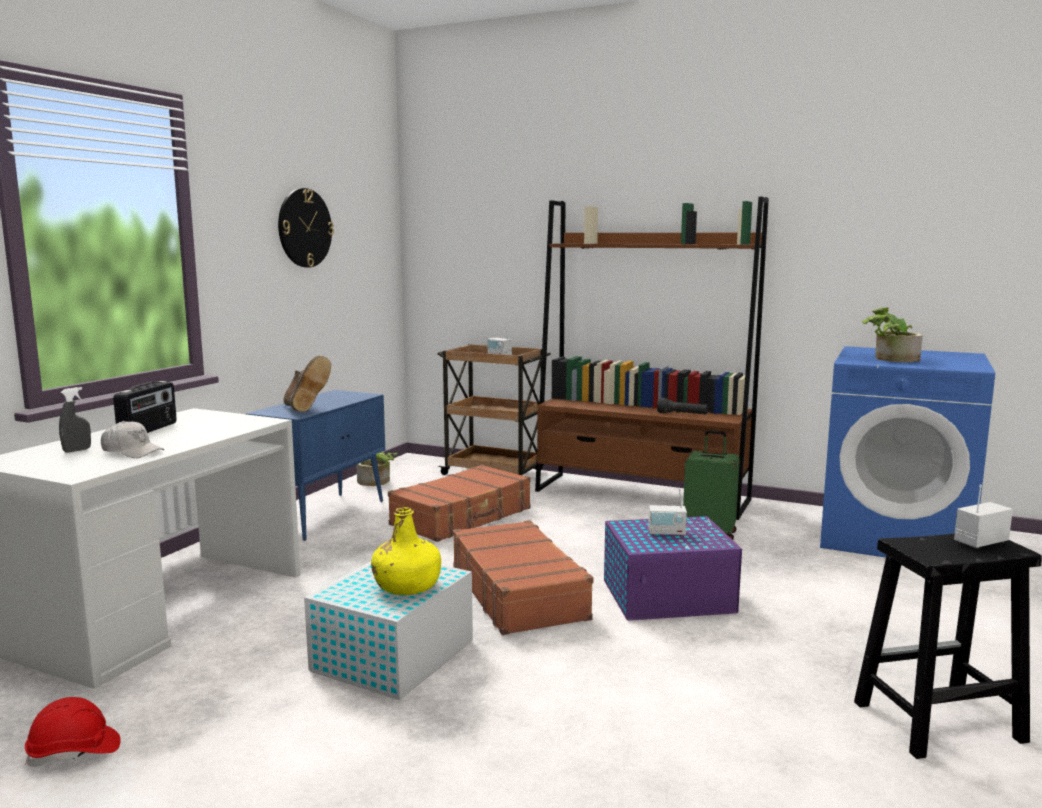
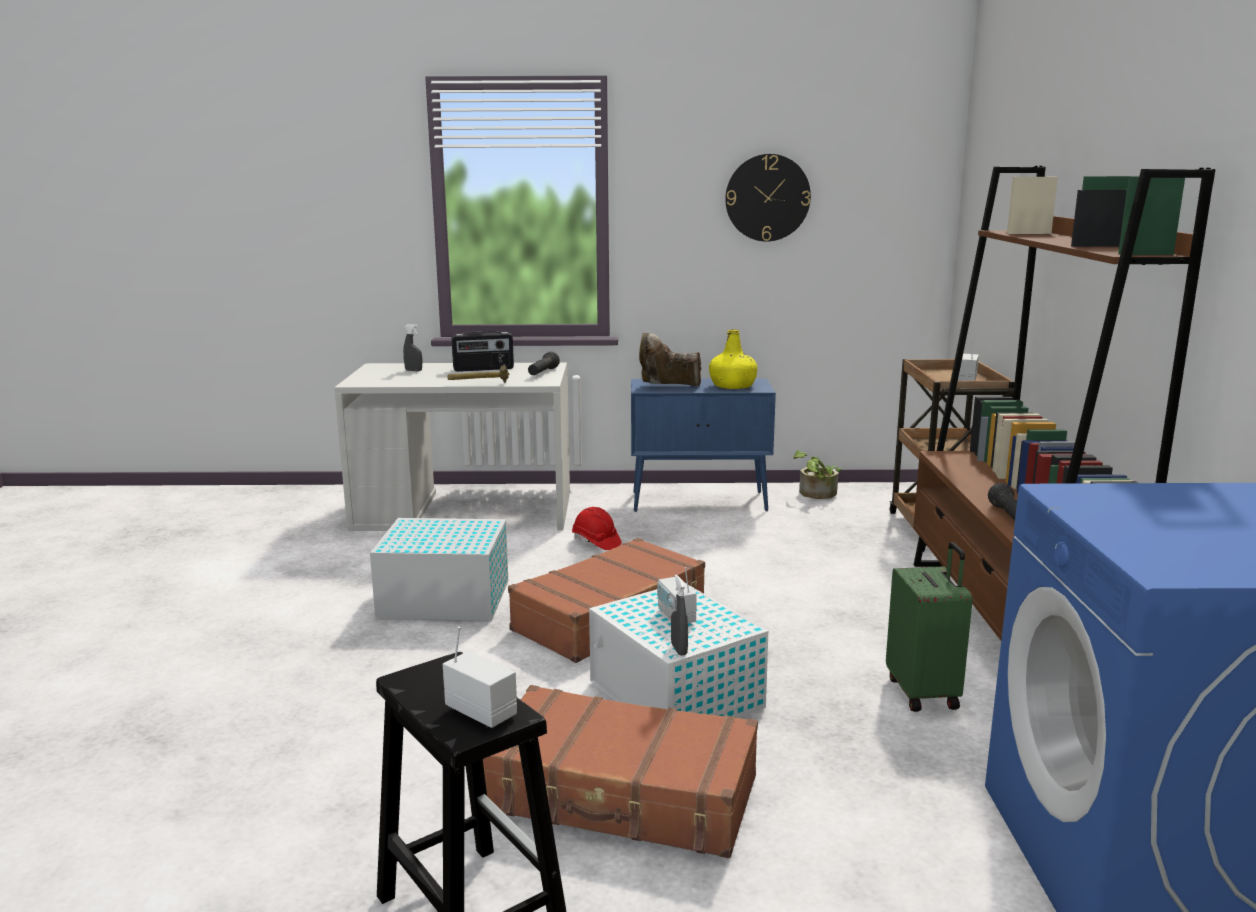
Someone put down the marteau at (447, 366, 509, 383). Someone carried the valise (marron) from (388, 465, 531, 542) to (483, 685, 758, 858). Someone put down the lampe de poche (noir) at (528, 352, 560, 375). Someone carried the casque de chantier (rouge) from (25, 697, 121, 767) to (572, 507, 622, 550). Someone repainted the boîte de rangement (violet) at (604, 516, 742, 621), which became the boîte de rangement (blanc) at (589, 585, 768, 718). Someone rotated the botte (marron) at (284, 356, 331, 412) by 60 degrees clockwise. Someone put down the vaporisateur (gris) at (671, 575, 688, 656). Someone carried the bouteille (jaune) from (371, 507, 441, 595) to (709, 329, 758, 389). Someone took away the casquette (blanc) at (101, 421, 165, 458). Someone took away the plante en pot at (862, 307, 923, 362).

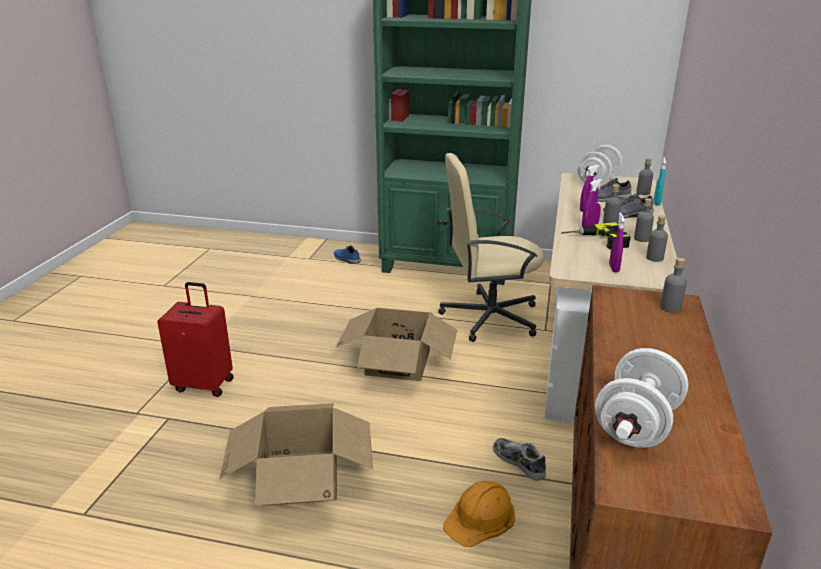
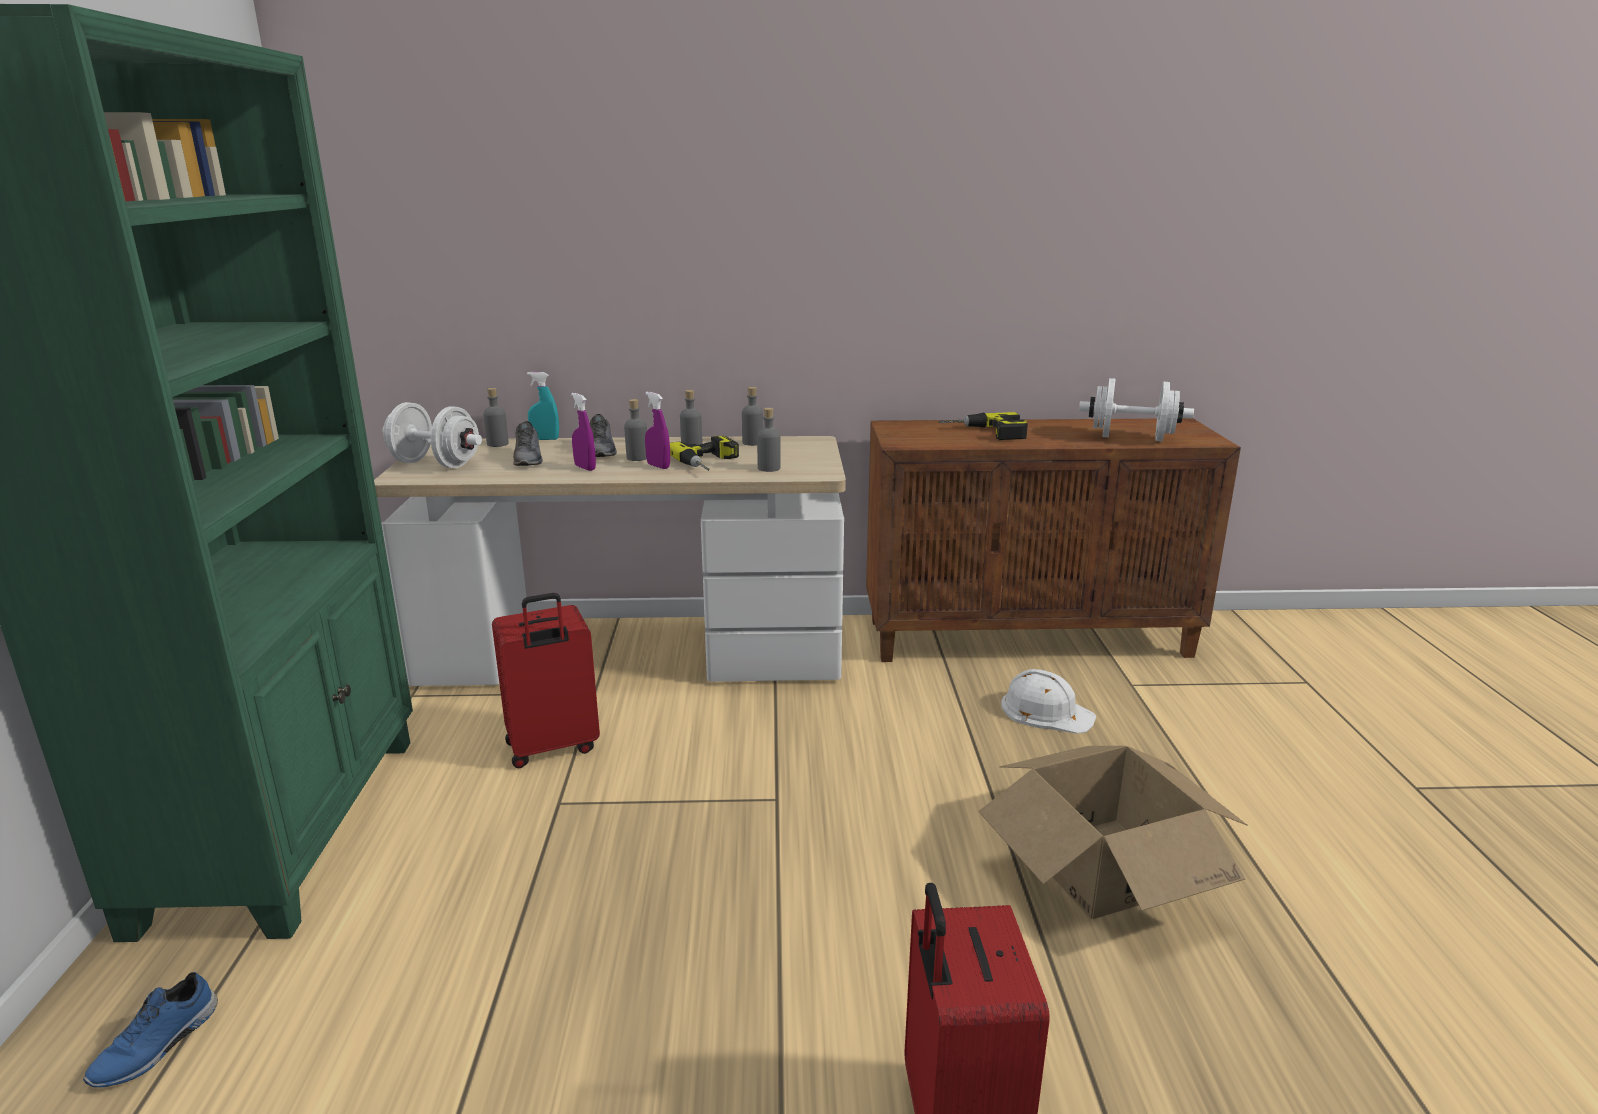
Someone swapped the chaise de bureau (beige) at (438, 153, 544, 342) for the valise (rouge) at (492, 593, 600, 768). Someone carried the bouteille (gris) from (660, 258, 687, 313) to (757, 408, 781, 472). Someone put down the perceuse at (938, 412, 1028, 440). Someone repainted the casque de chantier (orange) at (443, 481, 515, 547), which became the casque de chantier (blanc) at (1001, 669, 1096, 734). Someone took away the carton at (336, 308, 457, 381). Someone took away the chaussure at (493, 438, 546, 481). Someone took away the vaporisateur (violet) at (609, 213, 625, 272).

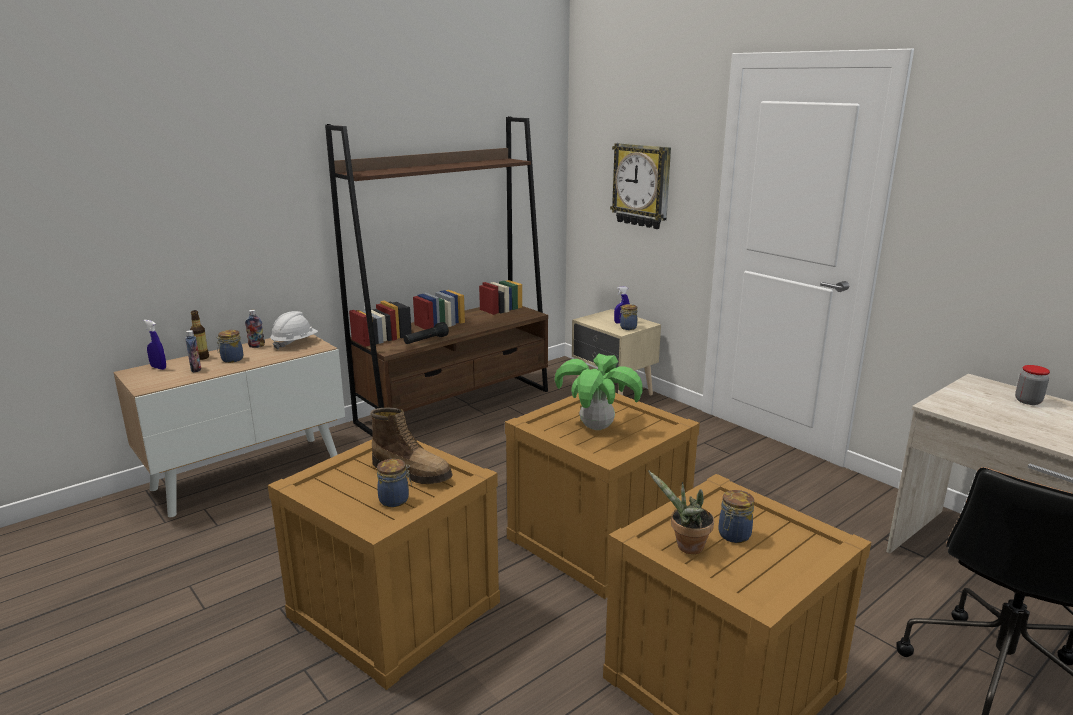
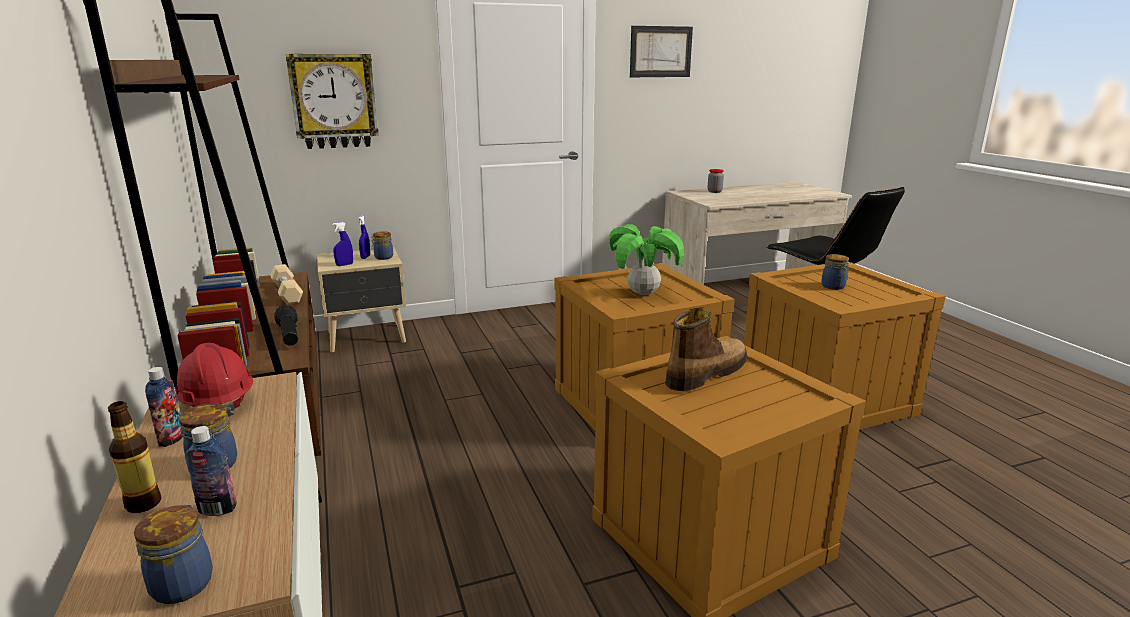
Someone carried the bocal from (377, 459, 412, 507) to (134, 505, 213, 604). Someone repainted the casque de chantier (blanc) at (270, 311, 318, 350), which became the casque de chantier (rouge) at (175, 343, 253, 417). Someone put down the haltère (beige) at (270, 264, 303, 305). Someone carried the vaporisateur (bleu) from (144, 320, 166, 370) to (332, 222, 353, 266). Someone put up the tableau at (630, 26, 693, 77). Someone took away the plante en pot at (648, 470, 714, 554).

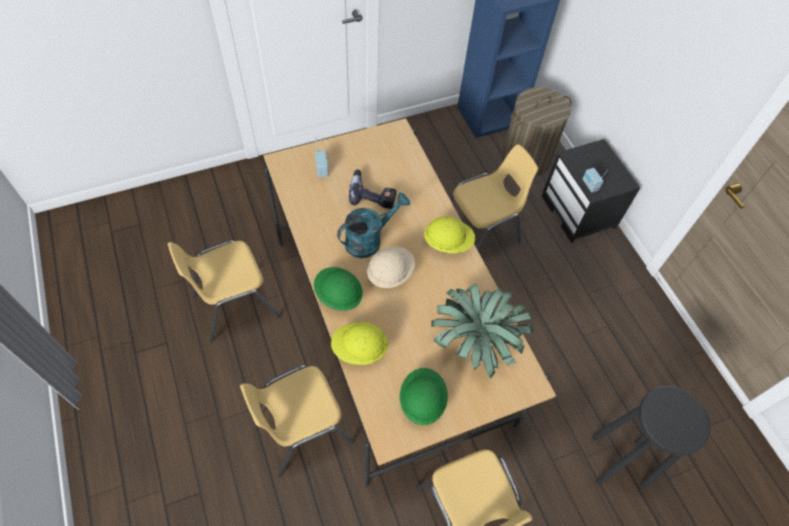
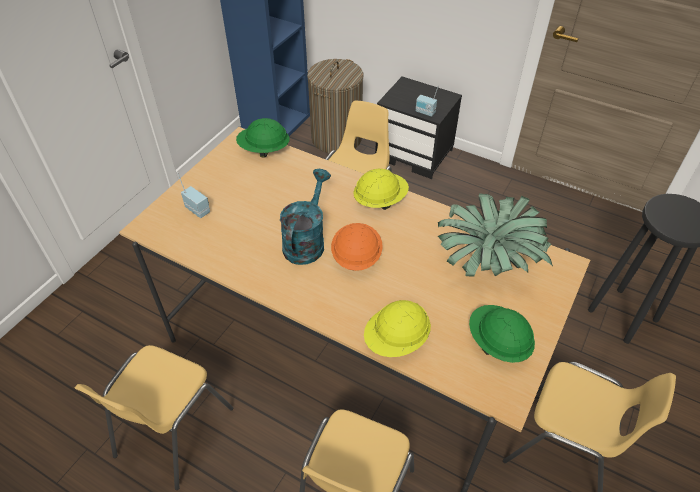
Someone carried the casque de chantier (vert) from (314, 267, 363, 311) to (236, 118, 290, 158). Someone repainted the casque de chantier (beige) at (367, 247, 415, 288), which became the casque de chantier (orange) at (331, 223, 383, 271). Someone took away the perceuse at (349, 169, 396, 209).

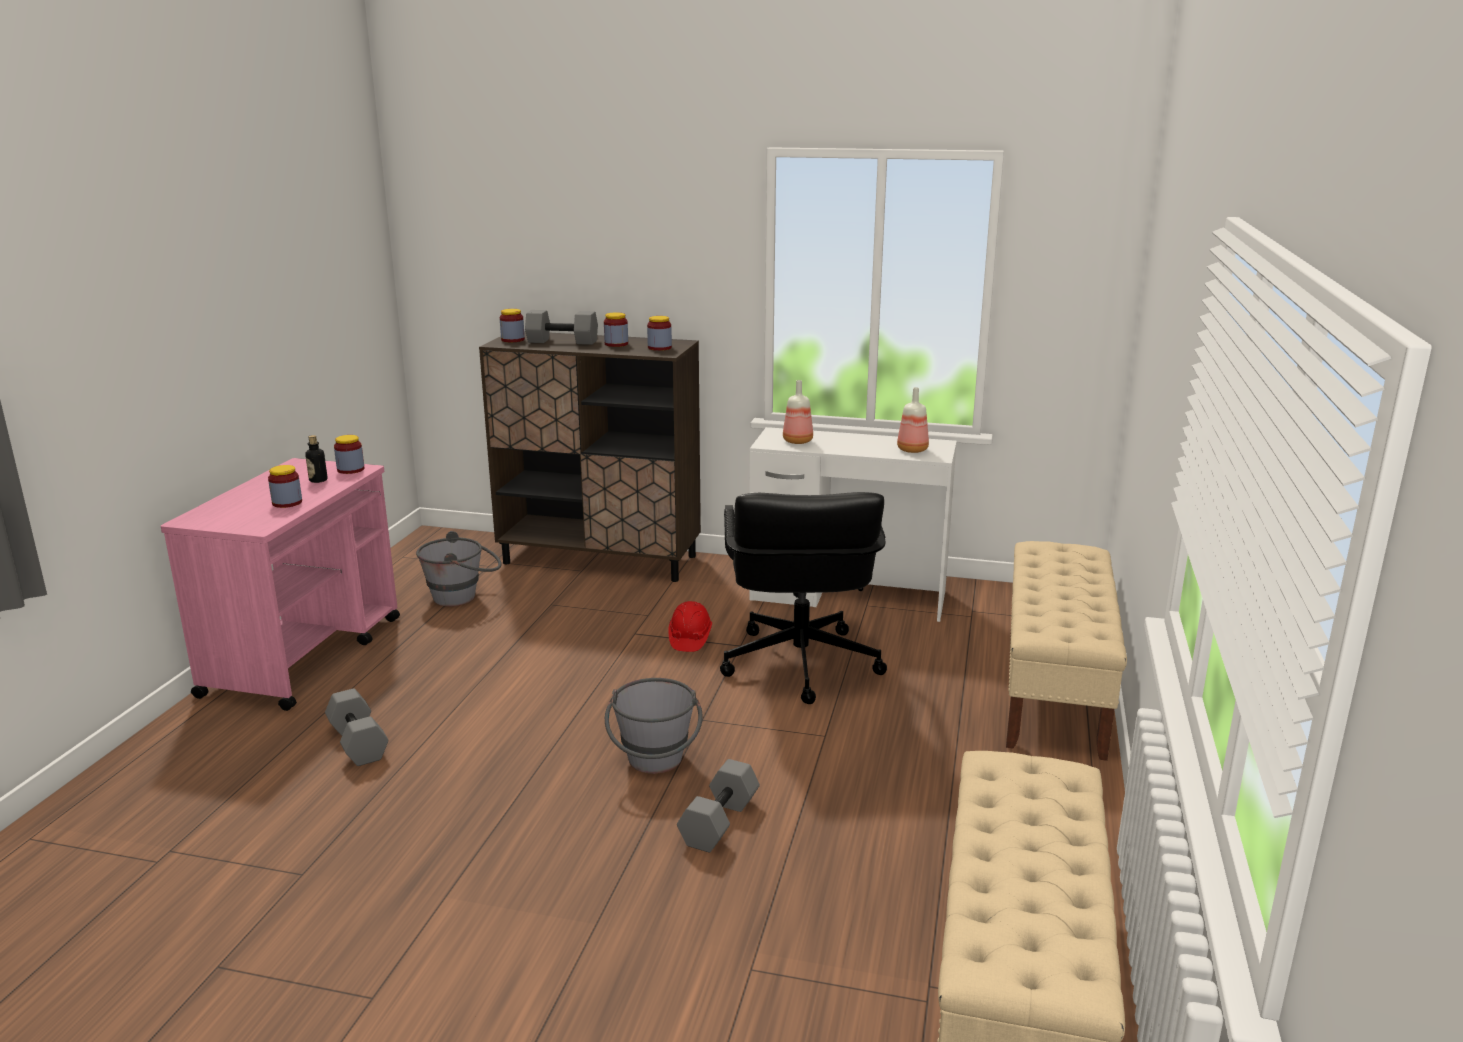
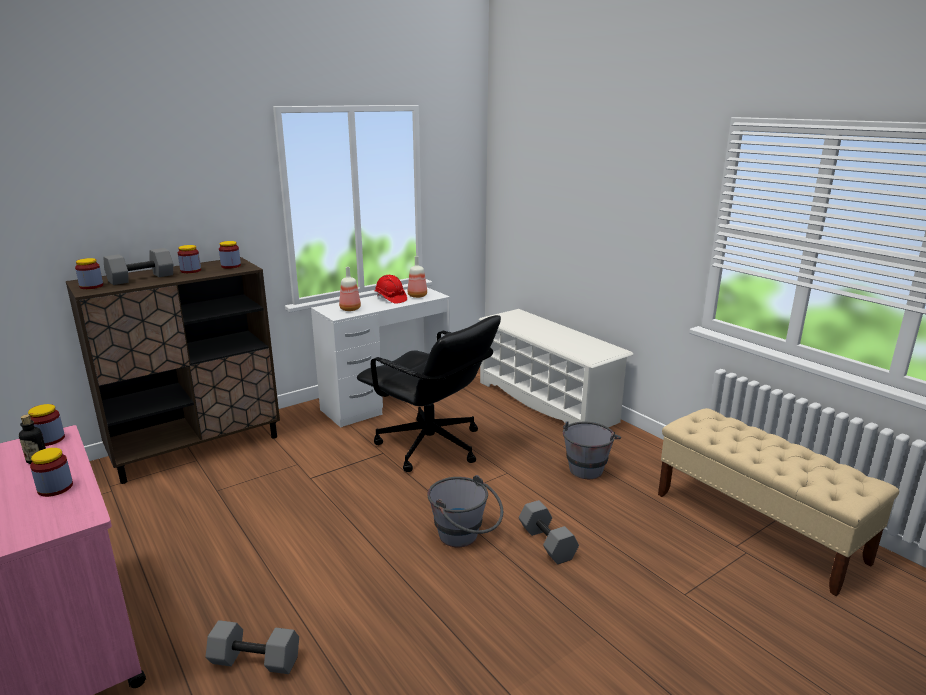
Someone carried the casque de chantier (rouge) from (669, 601, 712, 652) to (375, 275, 407, 304). Someone swapped the banc (beige) at (1006, 541, 1127, 761) for the étagère à chaussures (blanc) at (478, 309, 633, 427). Someone carried the seau (gris) from (416, 531, 502, 606) to (563, 421, 621, 479).

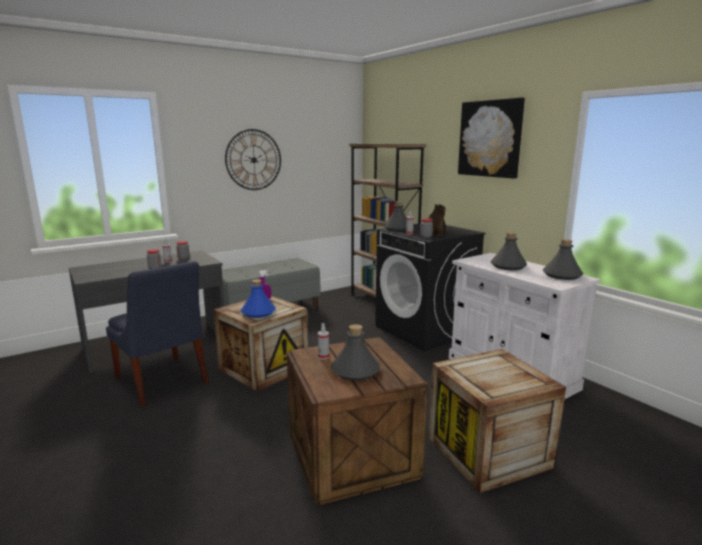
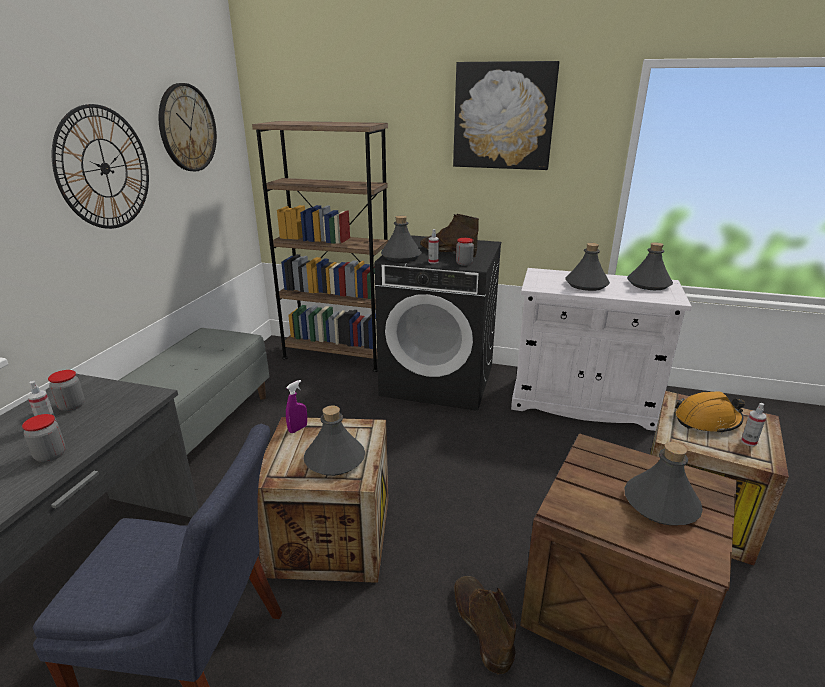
Someone put up the horloge murale at (159, 83, 217, 171). Someone repainted the bouteille (bleu) at (241, 279, 276, 318), which became the bouteille (gris) at (304, 405, 365, 476). Someone put down the botte (marron) at (454, 576, 516, 675). Someone put down the casque de chantier (orange) at (675, 391, 745, 434). Someone carried the vaporisateur from (318, 323, 329, 359) to (741, 403, 766, 446).

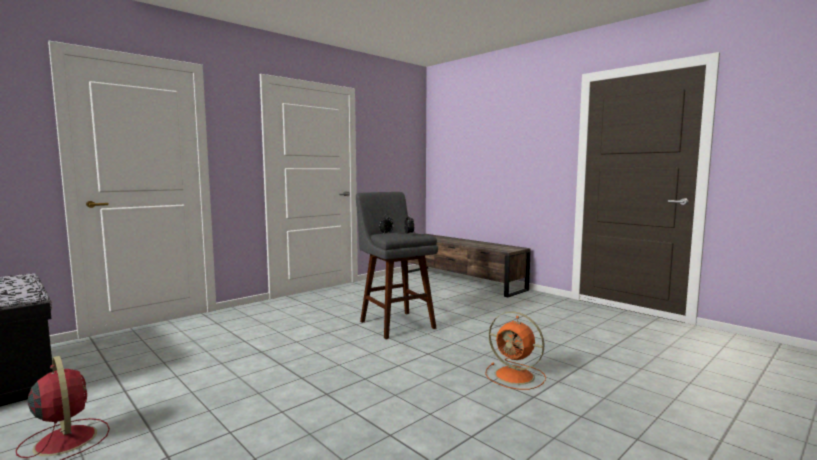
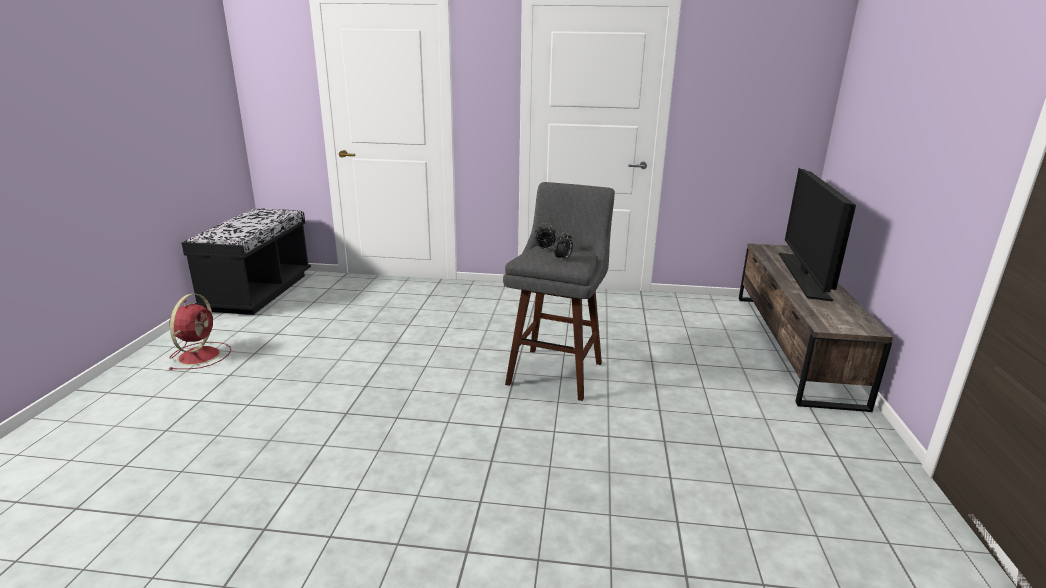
Someone put down the téléviseur at (779, 168, 856, 302). Someone took away the ventilateur (orange) at (485, 312, 546, 390).

